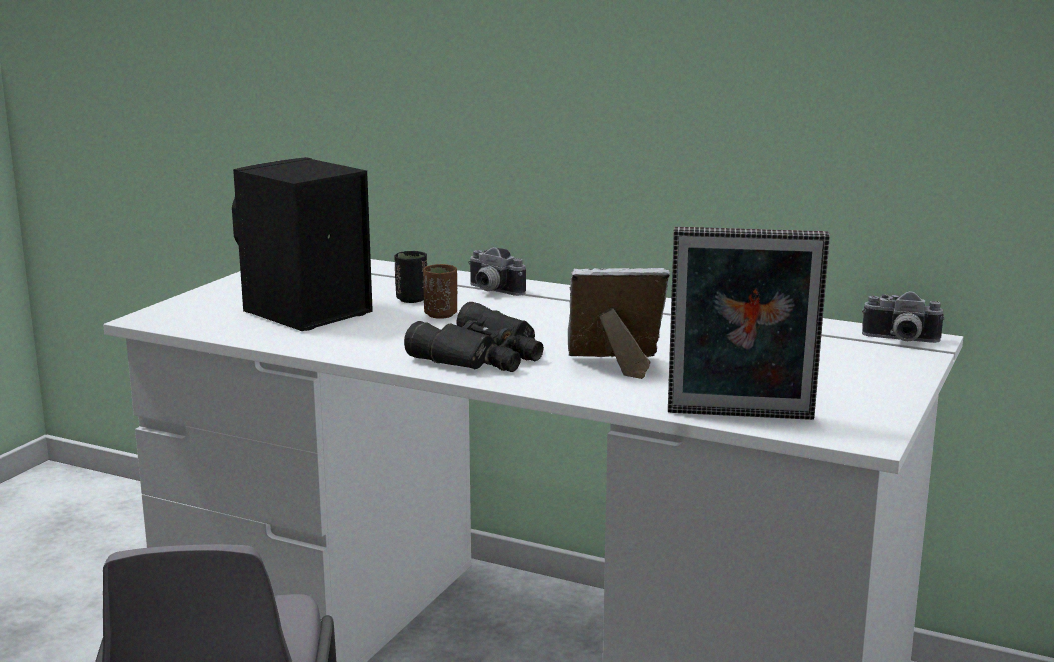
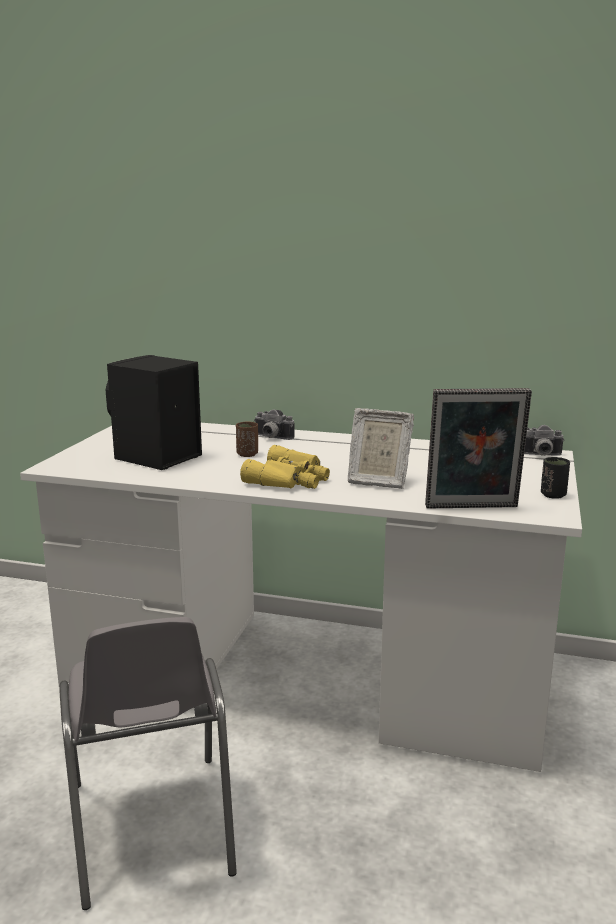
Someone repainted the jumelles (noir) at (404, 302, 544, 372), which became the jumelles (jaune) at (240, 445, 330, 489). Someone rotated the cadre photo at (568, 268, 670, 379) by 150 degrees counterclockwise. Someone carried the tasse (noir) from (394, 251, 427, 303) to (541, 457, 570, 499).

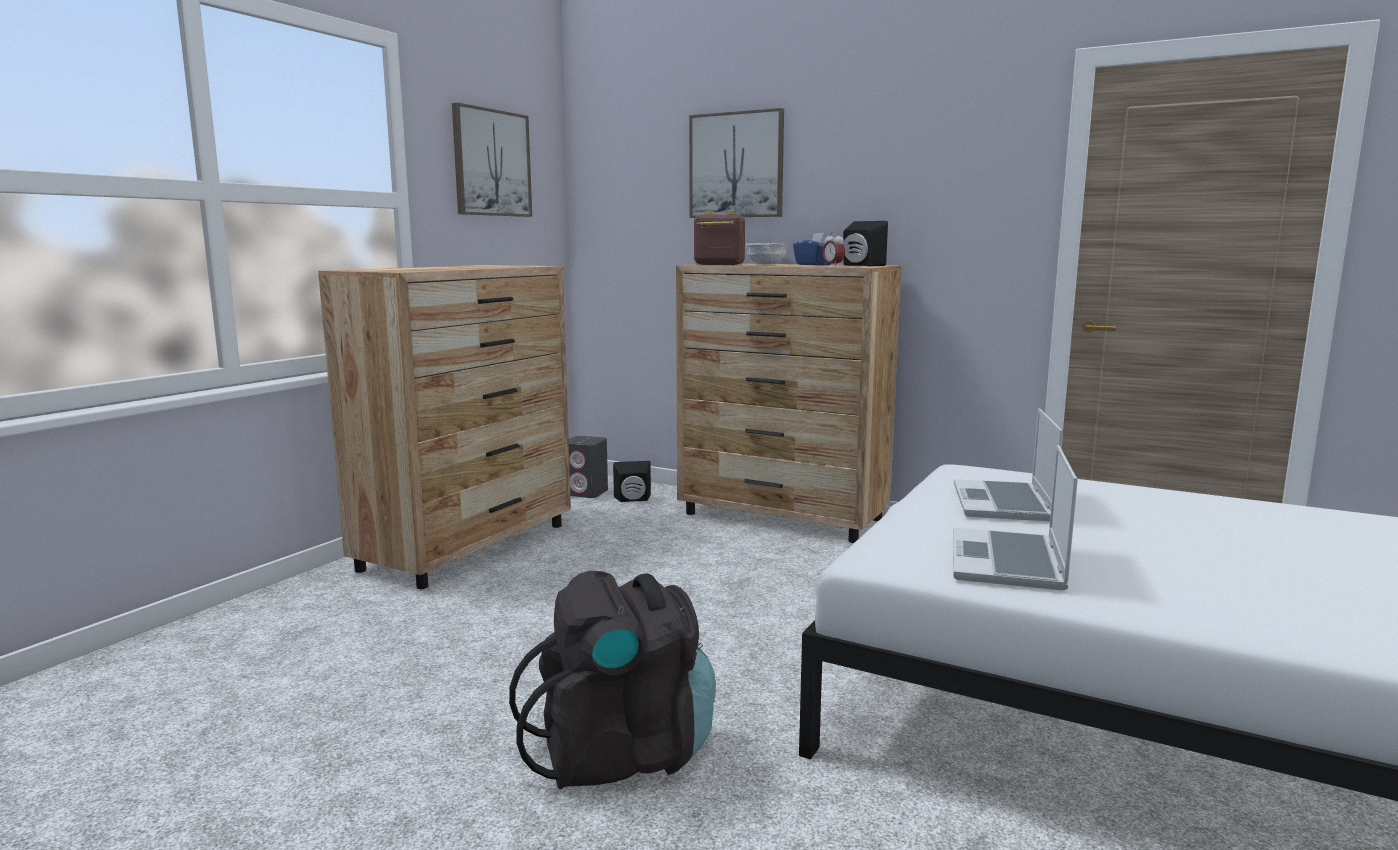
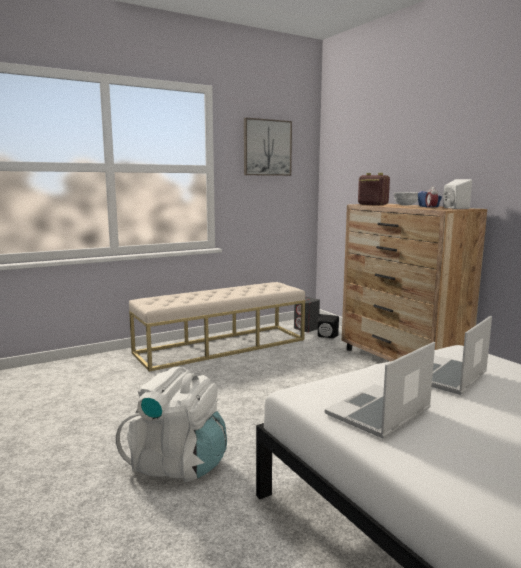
Someone repainted the sac à dos (noir) at (509, 571, 716, 790), which became the sac à dos (blanc) at (116, 367, 227, 482). Someone swapped the commode (marron) at (318, 265, 571, 589) for the banc (beige) at (129, 282, 305, 372). Someone repainted the enceinte (noir) at (843, 221, 888, 266), which became the enceinte (blanc) at (443, 179, 472, 209). Someone took away the tableau at (689, 108, 784, 218).

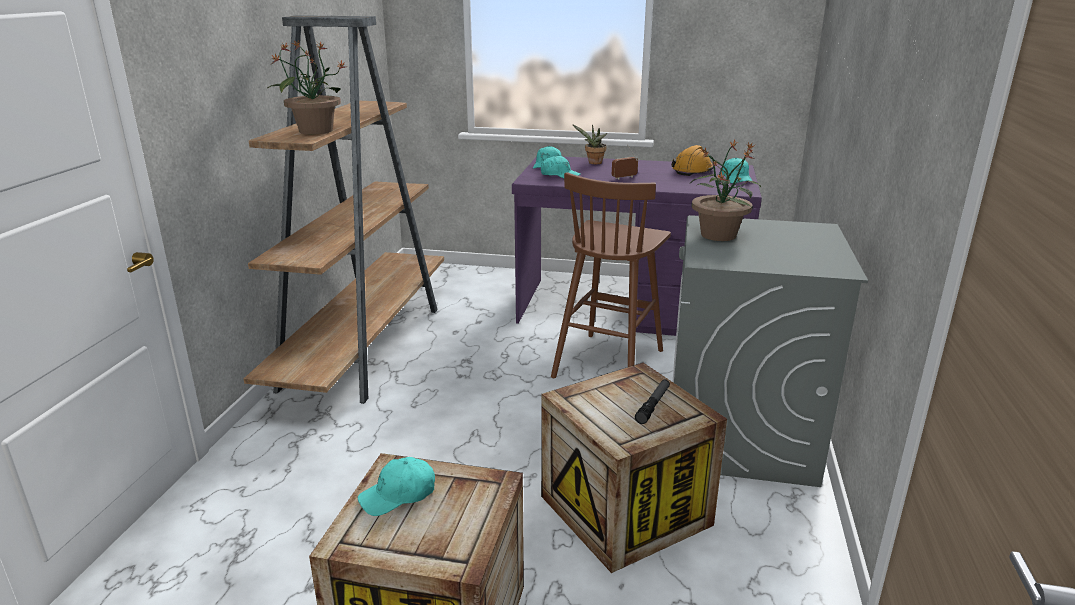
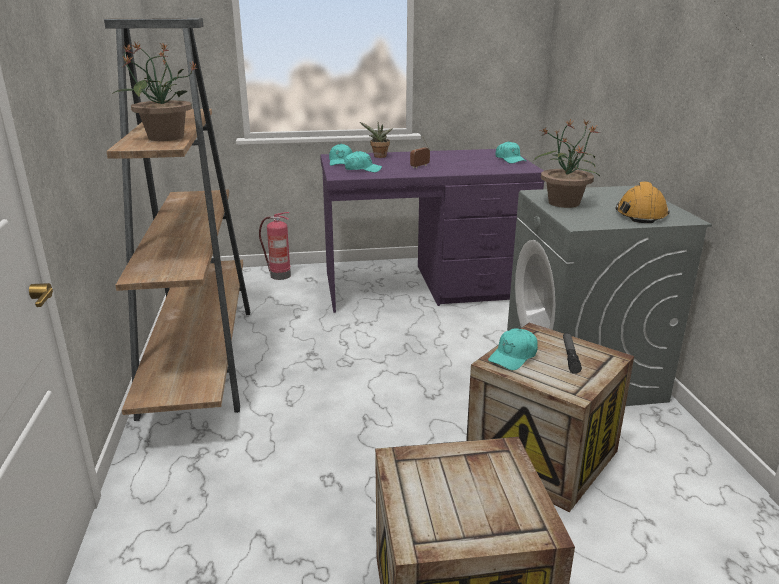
Someone put down the extincteur at (259, 212, 291, 280). Someone carried the casquette (turquoise) from (358, 457, 435, 516) to (488, 328, 538, 370). Someone carried the casque de chantier (orange) from (671, 145, 713, 176) to (616, 181, 670, 223). Someone took away the tabouret (marron) at (551, 172, 671, 378).

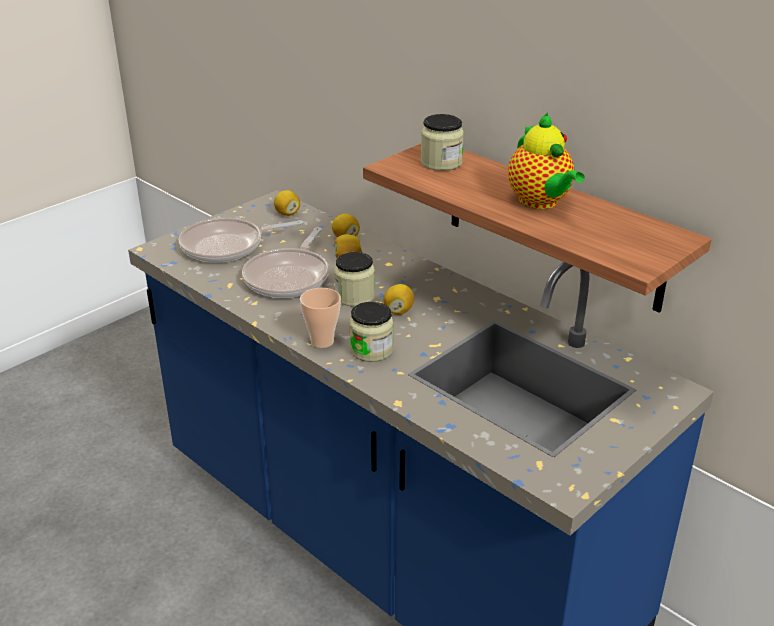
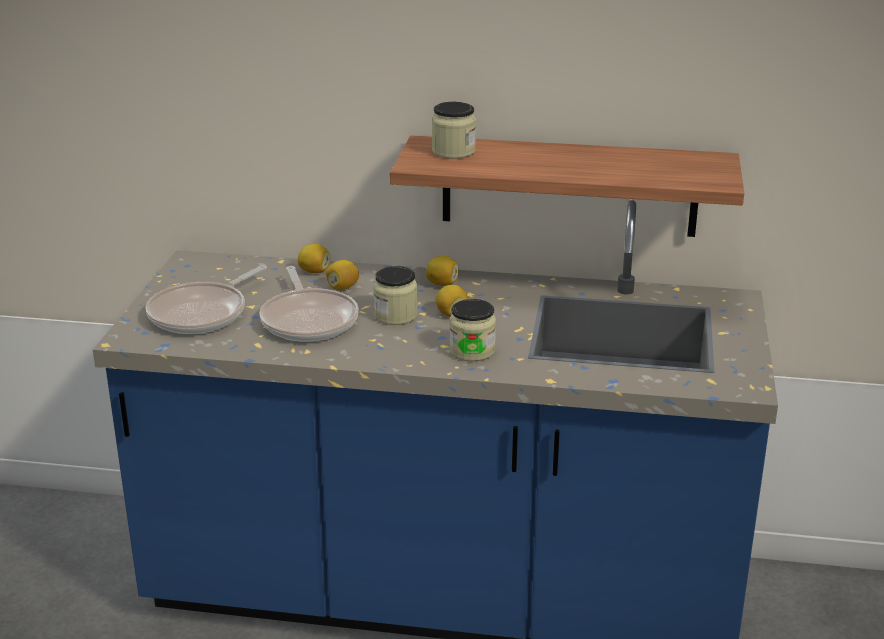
Someone carried the citron from (274, 190, 300, 216) to (426, 256, 459, 286). Someone took away the tasse at (300, 288, 341, 348). Someone took away the théière at (508, 113, 585, 209).

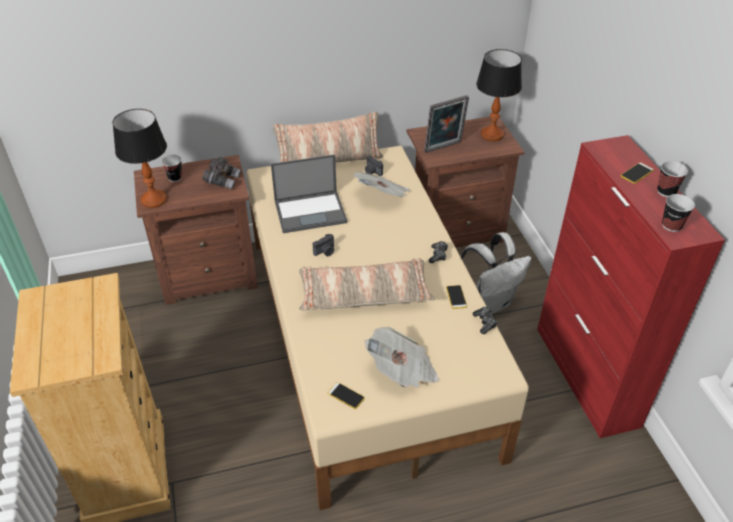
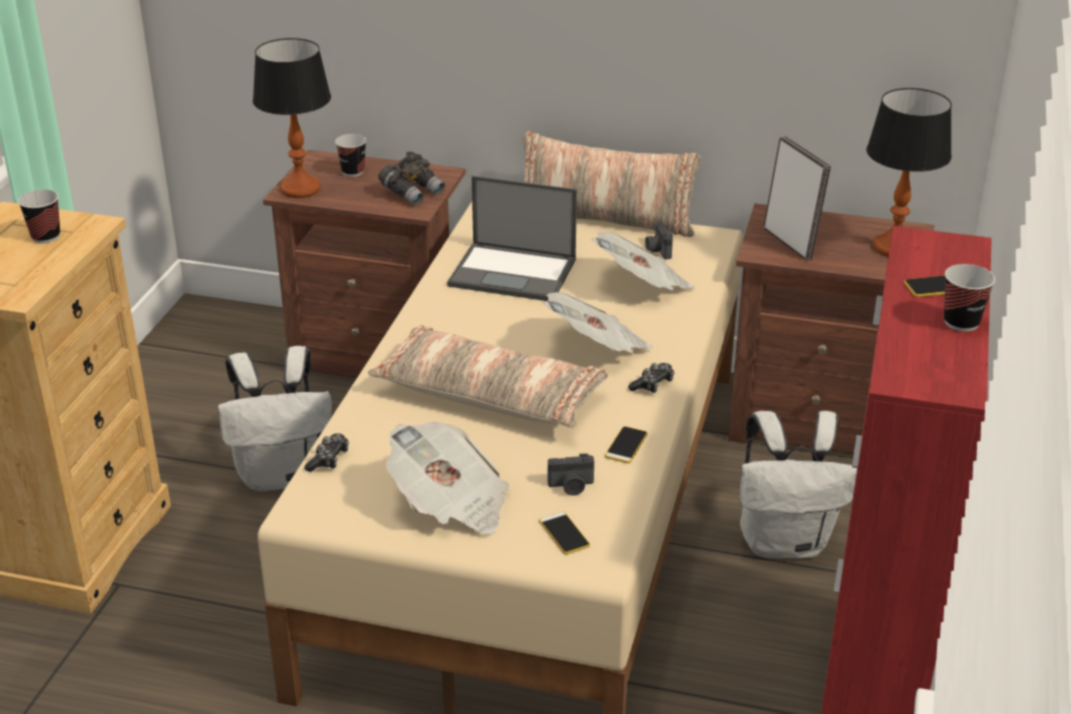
Someone carried the tasse from (662, 194, 695, 232) to (18, 189, 60, 243). Someone put down the sac à dos (blanc) at (218, 346, 332, 492). Someone carried the manette from (473, 307, 498, 334) to (304, 433, 349, 472). Someone carried the téléphone from (328, 382, 365, 409) to (539, 512, 590, 554). Someone put down the journal at (543, 292, 653, 353). Someone carried the appareil photo from (312, 234, 334, 256) to (547, 454, 594, 495). Someone rotated the cadre photo at (424, 95, 469, 153) by 120 degrees counterclockwise.

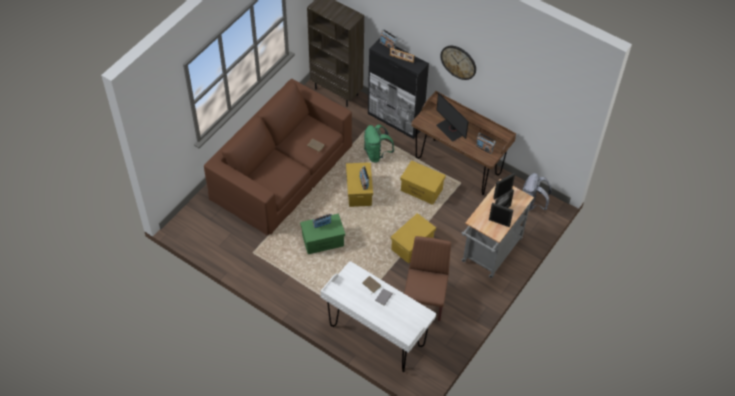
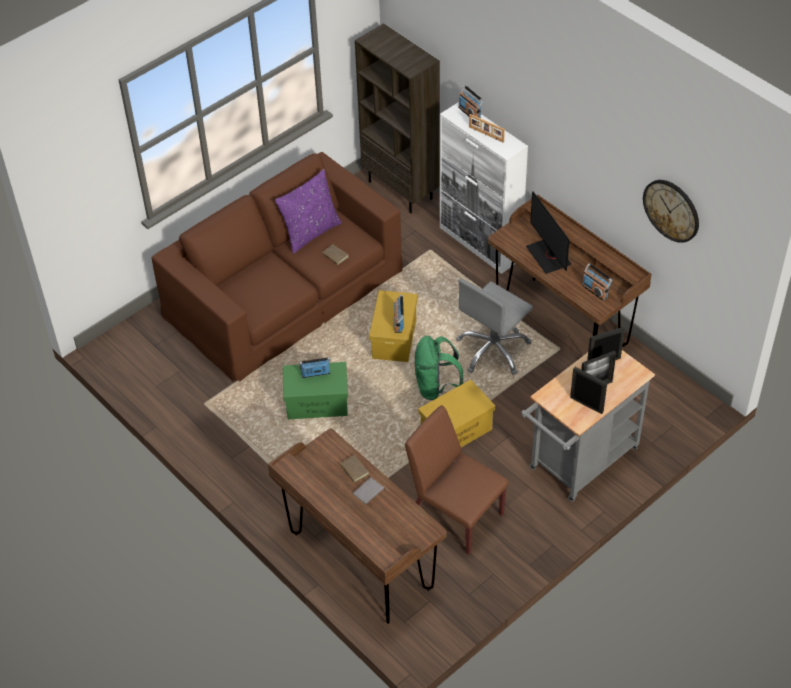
Someone repainted the bureau (blanc) at (321, 261, 436, 372), which became the bureau (marron) at (268, 429, 447, 624). Someone put down the coussin (violet) at (275, 169, 342, 254). Someone rotated the chaise (marron) at (404, 236, 451, 321) by 75 degrees counterclockwise. Someone carried the sac à dos (vert) from (364, 124, 394, 163) to (415, 336, 463, 400). Someone repainted the meuble de rangement (noir) at (368, 38, 429, 139), which became the meuble de rangement (blanc) at (440, 102, 528, 274). Someone swapped the boîte de rangement (jaune) at (400, 160, 446, 205) for the chaise de bureau (gris) at (456, 279, 533, 375). Someone carried the horloge murale from (440, 46, 476, 80) to (643, 180, 699, 243). Someone took away the sac à dos (gris) at (522, 173, 552, 211).

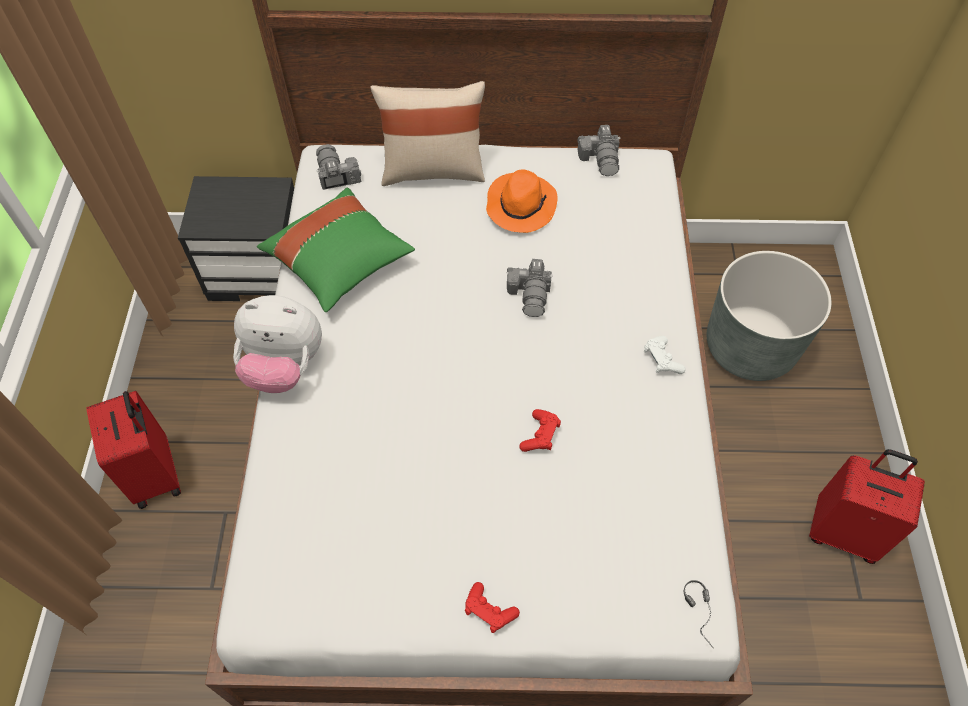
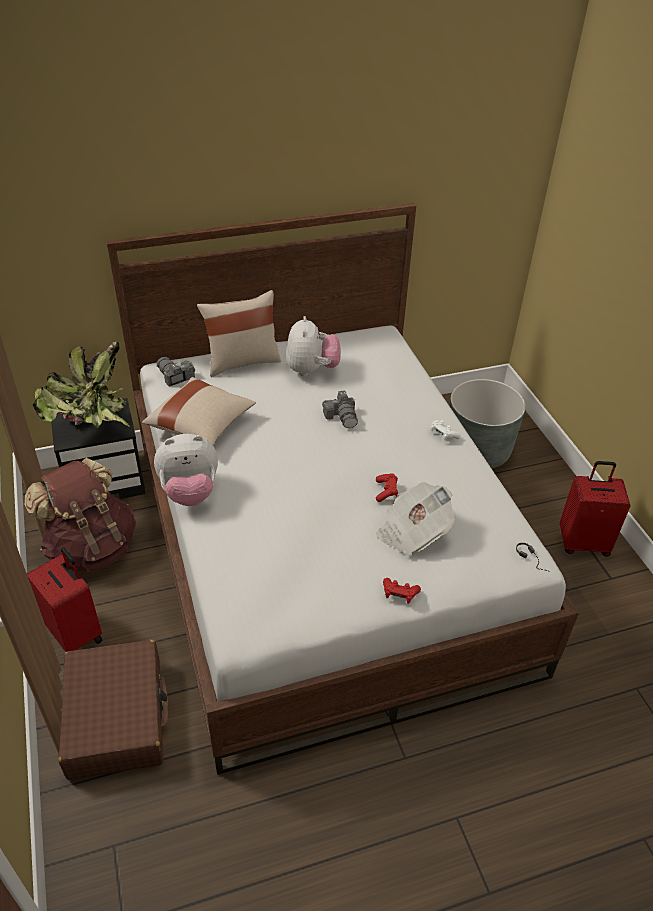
Someone put down the sac à dos (marron) at (24, 458, 136, 572). Someone put down the plante en pot at (33, 342, 130, 428). Someone put down the valise (marron) at (58, 640, 168, 780). Someone repainted the coussin (vert) at (257, 188, 415, 312), which became the coussin (beige) at (142, 377, 256, 446). Someone swapped the chapeau (orange) at (486, 170, 558, 233) for the peluche at (286, 316, 341, 376). Someone put down the journal at (376, 482, 455, 556). Someone took away the appareil photo at (577, 125, 621, 176).

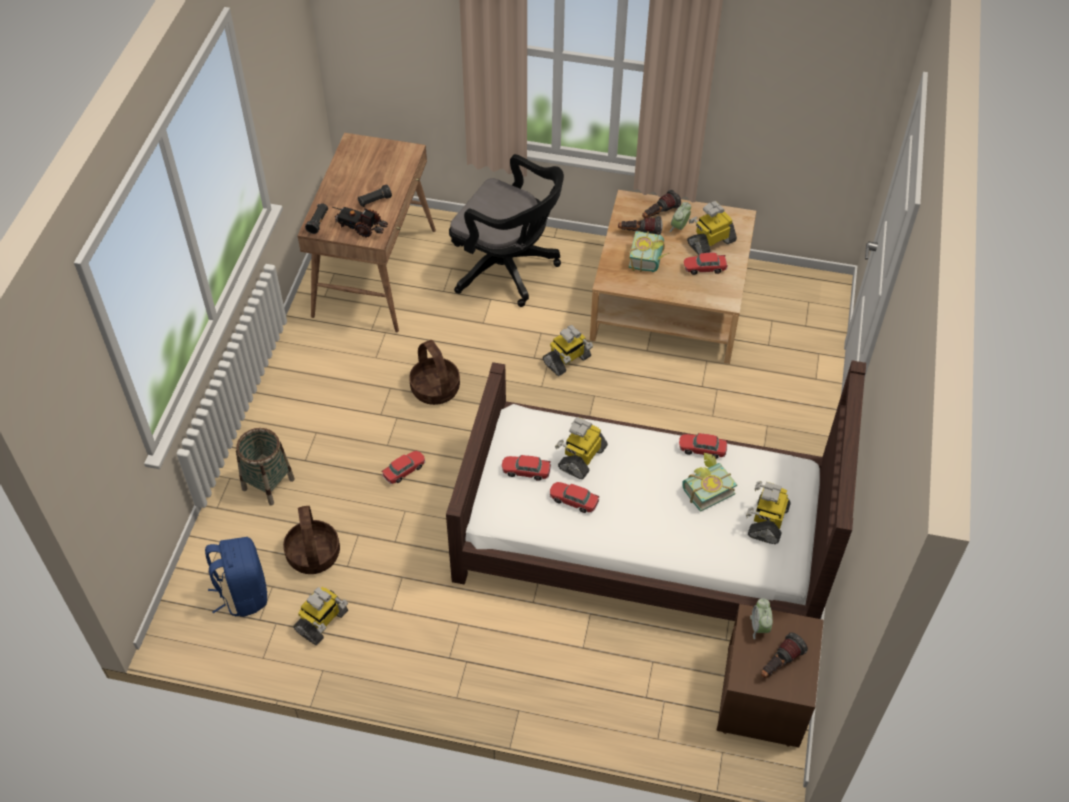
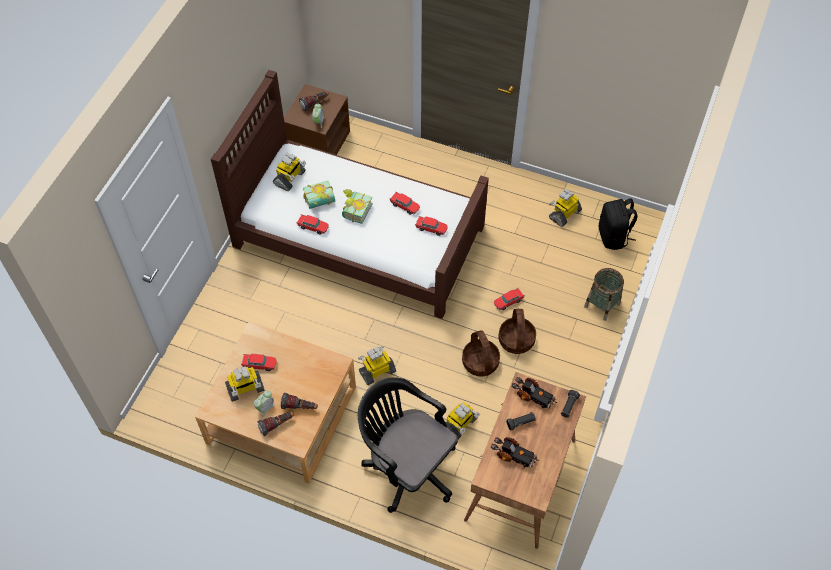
Someone carried the livre from (629, 231, 670, 272) to (342, 189, 373, 224). Someone carried the robot jouet from (555, 417, 608, 479) to (445, 402, 480, 439). Someone put down the camion jouet at (491, 437, 539, 468). Someone carried the panier from (283, 506, 340, 574) to (499, 309, 536, 354). Someone repainted the sac à dos (bleu) at (205, 537, 267, 617), which became the sac à dos (noir) at (599, 198, 638, 250).

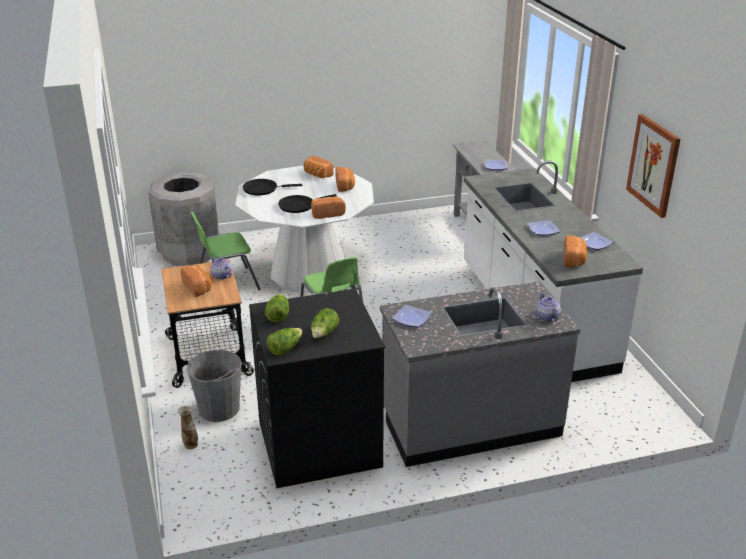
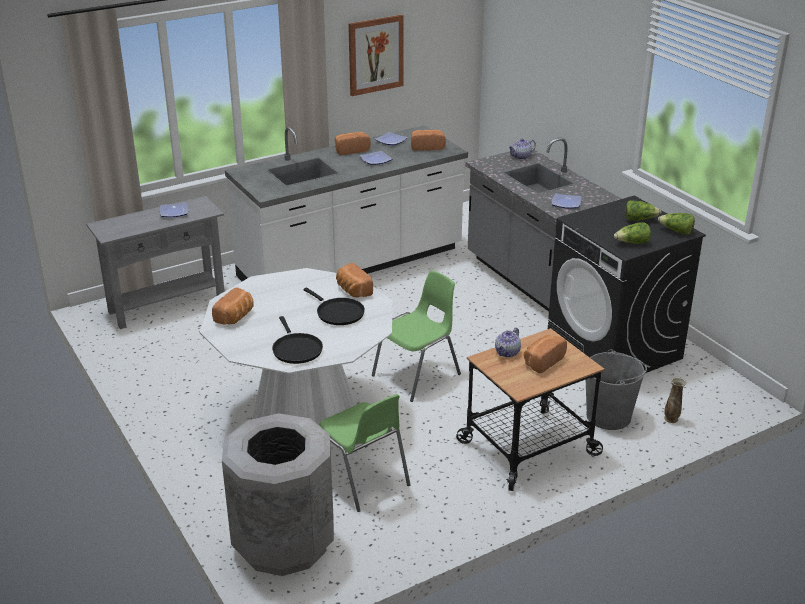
Someone carried the pain from (335, 167, 355, 192) to (335, 132, 371, 155).

